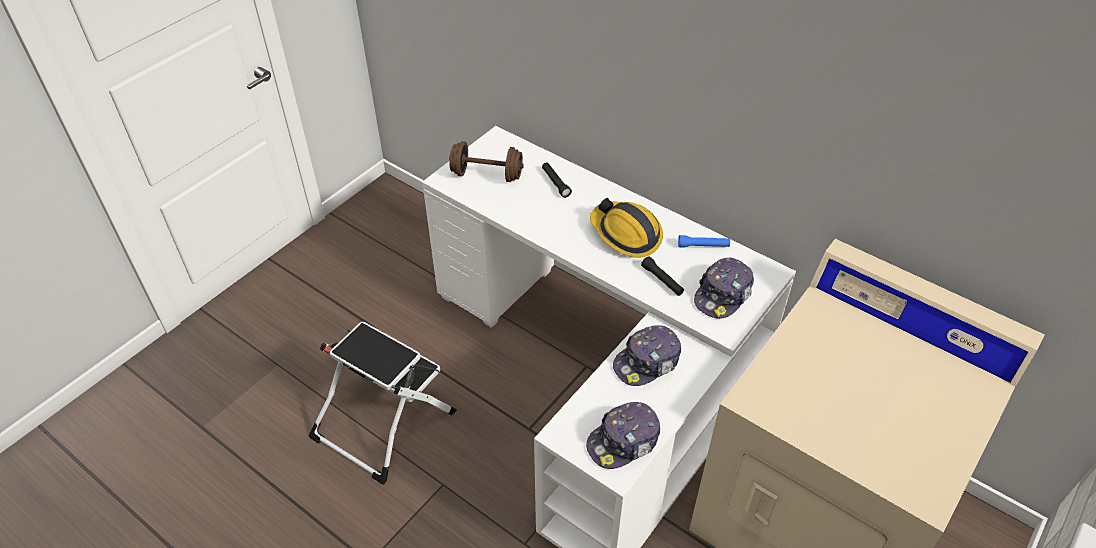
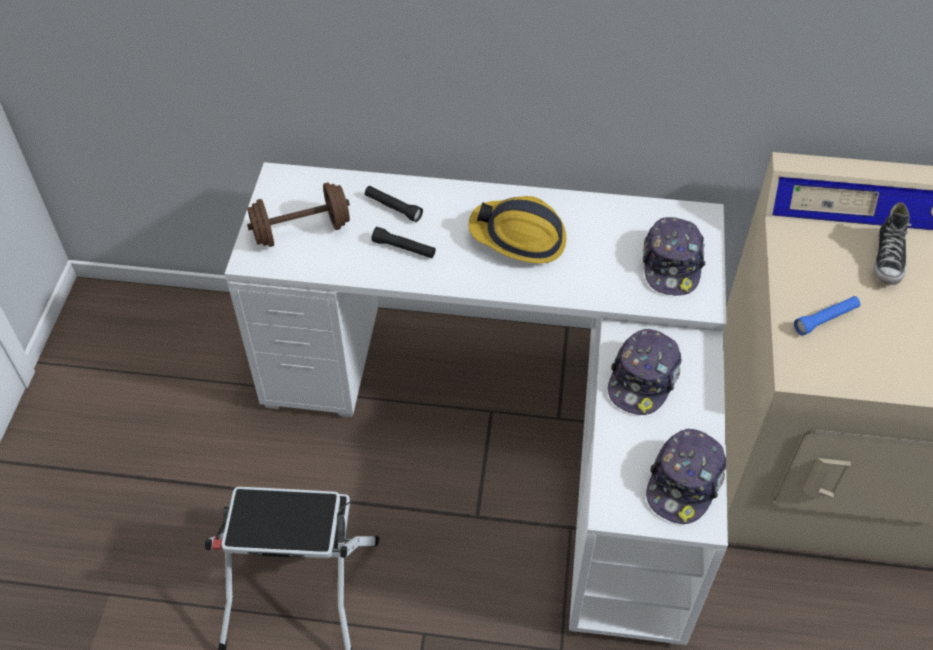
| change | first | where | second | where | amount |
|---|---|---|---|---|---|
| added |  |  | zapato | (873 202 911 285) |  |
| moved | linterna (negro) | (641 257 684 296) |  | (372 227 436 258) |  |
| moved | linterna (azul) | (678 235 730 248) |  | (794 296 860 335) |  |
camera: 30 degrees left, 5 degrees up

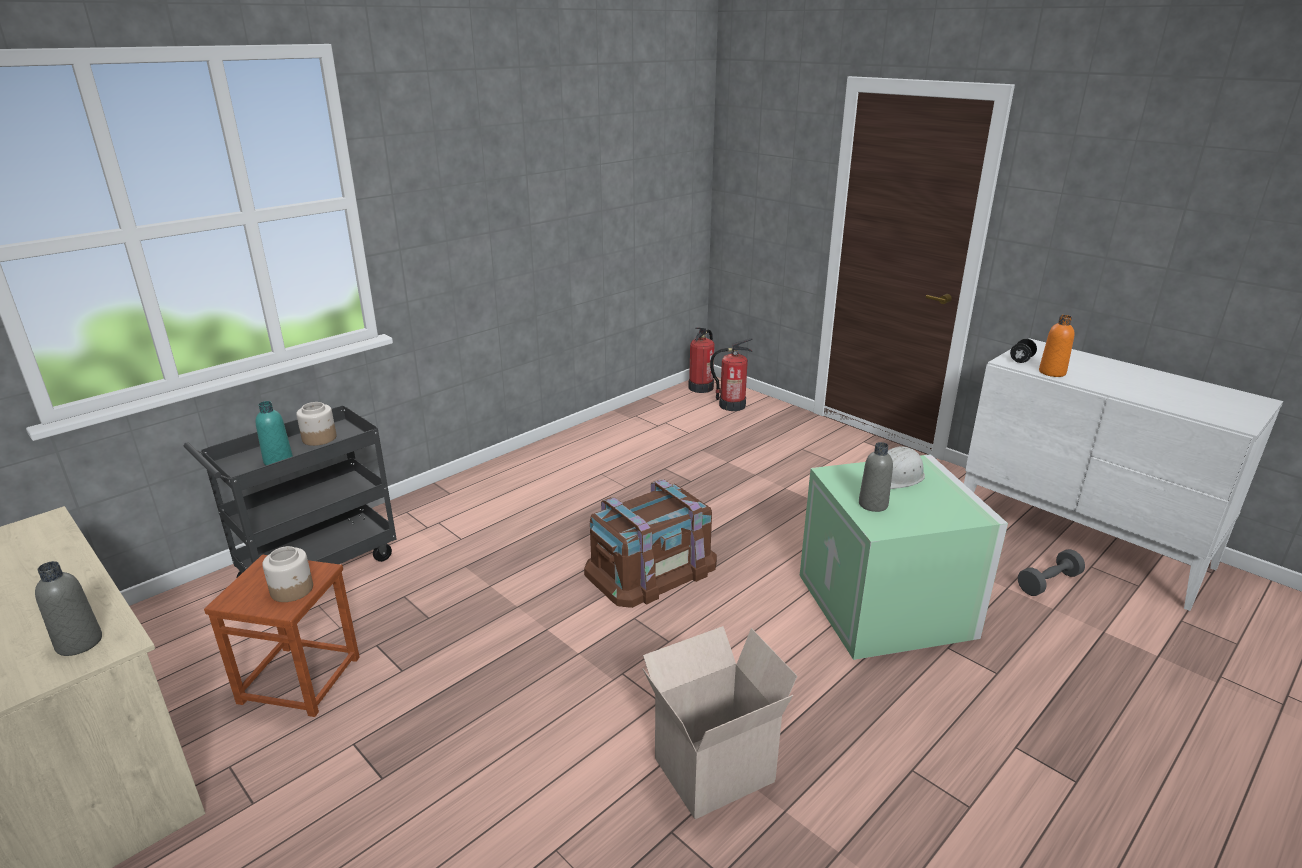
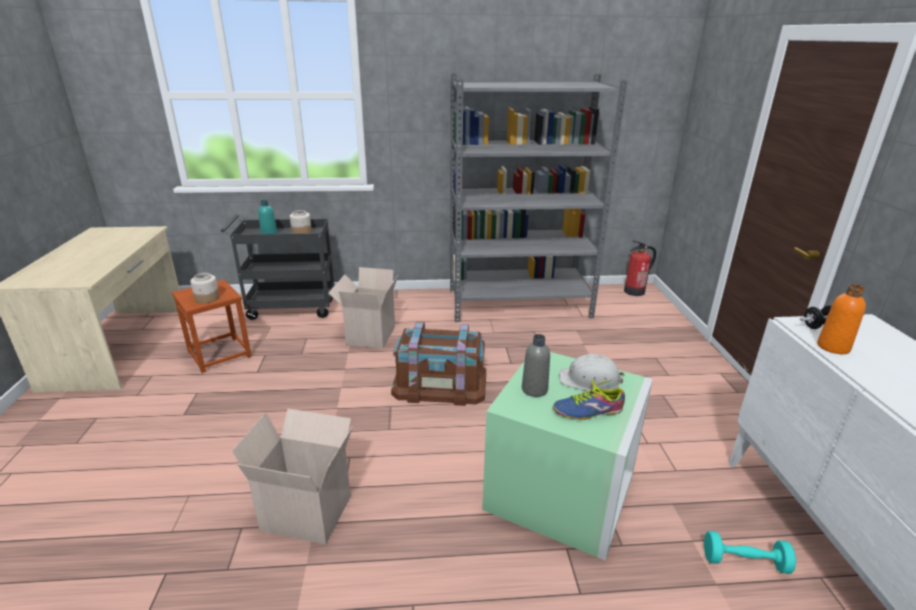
| change | first | where | second | where | amount |
|---|---|---|---|---|---|
| removed | botella (gris) | (35 561 102 656) |  |  |  |
| removed | extintor | (710 338 753 411) |  |  |  |
| added |  |  | caja de cartón | (328 267 398 348) |  |
| added |  |  | estantería (gris) | (450 73 628 322) |  |
| added |  |  | zapato | (553 380 625 420) |  |
| recoloured | mancuerna (gris) | (1018 549 1085 596) | mancuerna (turquesa) | (704 531 796 574) |  |
camera: 40 degrees right, 0 degrees up

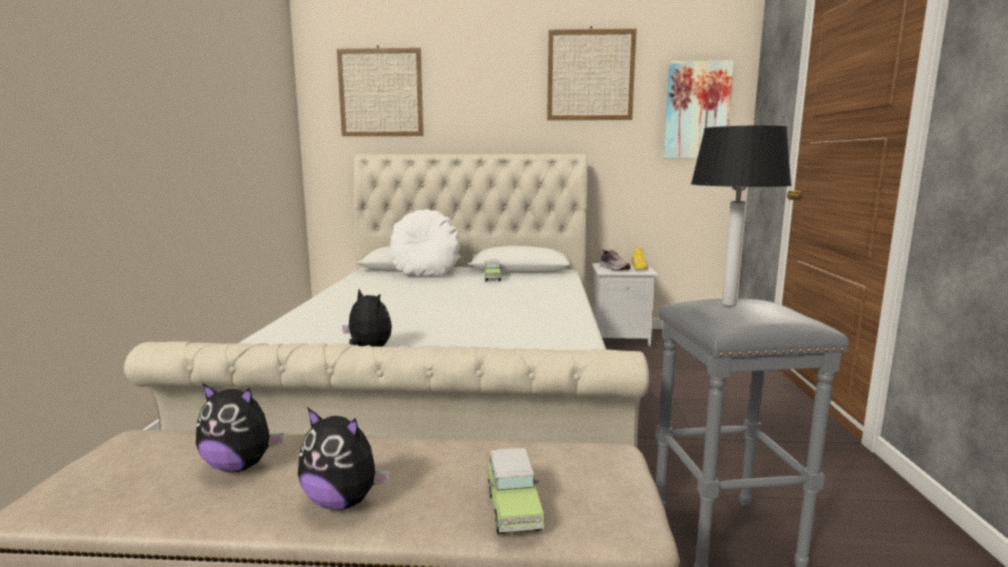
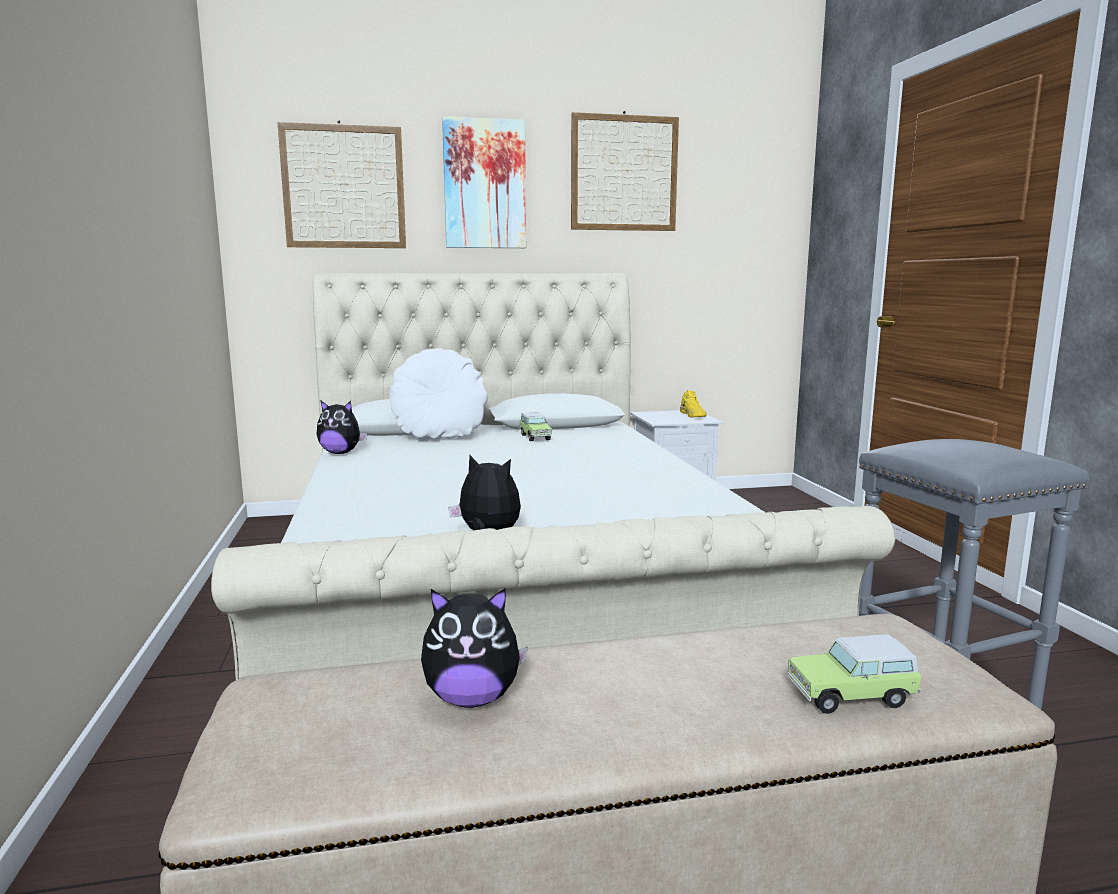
| change | first | where | second | where | amount |
|---|---|---|---|---|---|
| removed | zapato | (600 249 631 270) |  |  |  |
| removed | lámpara de mesa | (691 125 792 306) |  |  |  |
| moved | peluche | (298 407 390 510) |  | (317 401 367 454) |  |
| moved | cuadro | (663 60 734 158) |  | (442 116 526 248) |  |
| turned | coche de juguete | (486 448 545 535) |  | (787 635 922 714) | 105 degrees clockwise |
camera: 15 degrees left, 0 degrees up

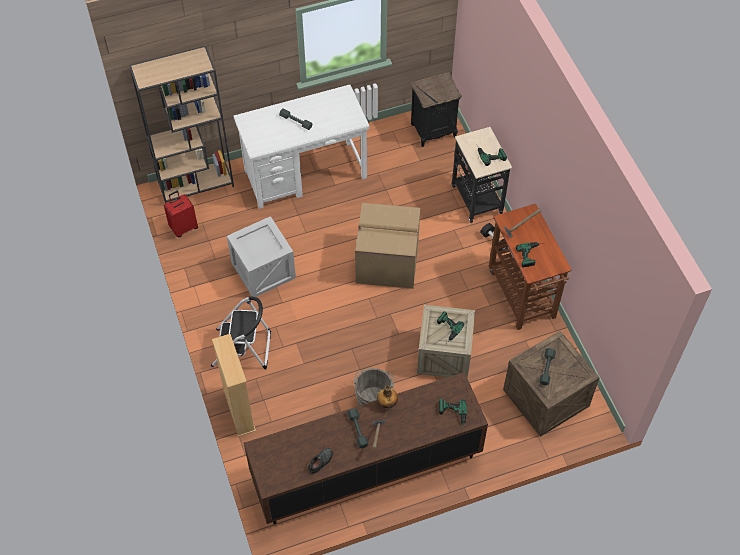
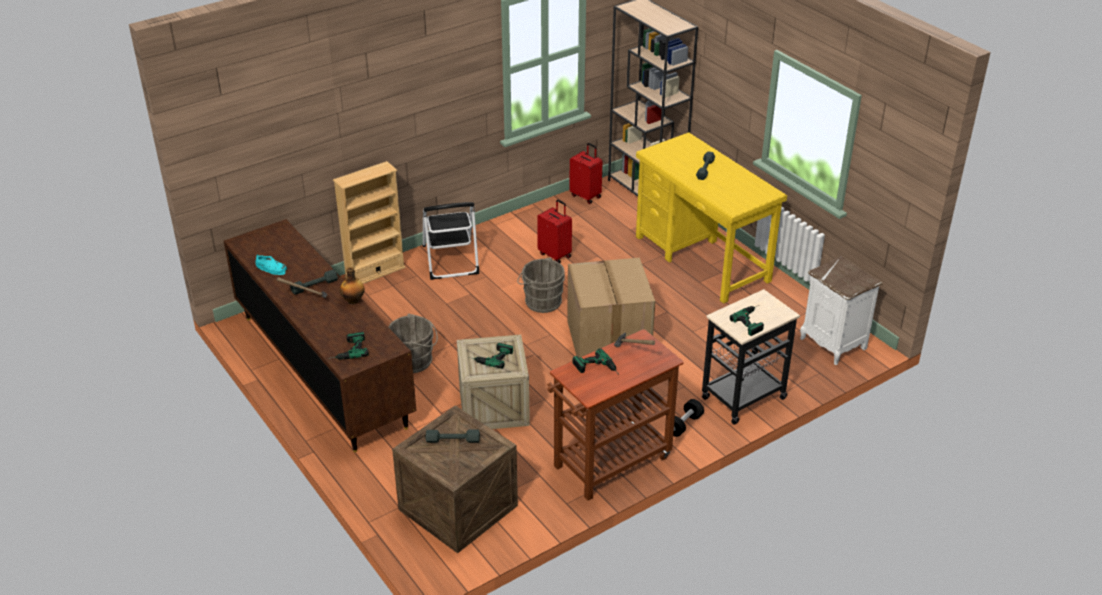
| change | first | where | second | where | amount |
|---|---|---|---|---|---|
| added |  |  | cubo (gris) | (517 258 565 313) |  |
| replaced | caja de embalaje | (227 216 296 297) | maleta (rojo) | (537 199 572 263) |  |
| recoloured | escritorio (blanco) | (234 85 369 209) | escritorio (amarillo) | (636 132 787 304) |  |
| recoloured | zapato (negro) | (308 448 333 474) | zapato (turquesa) | (255 254 287 275) |  |
| recoloured | mesita de noche (negro) | (410 72 462 147) | mesita de noche (blanco) | (800 256 882 365) |  |
camera: 75 degrees right, 20 degrees down

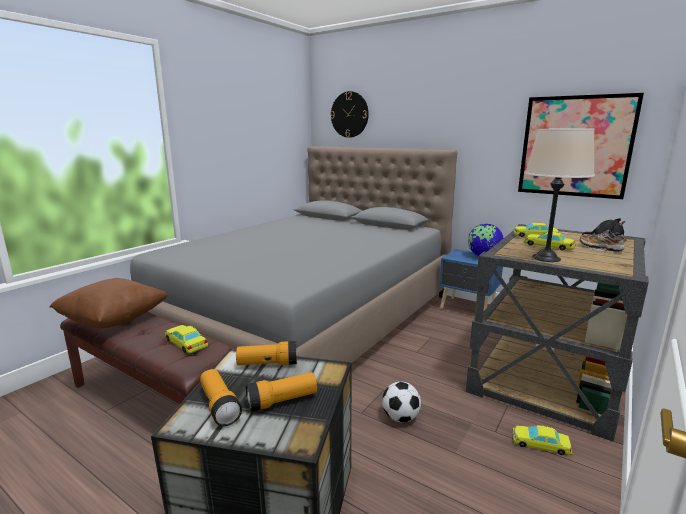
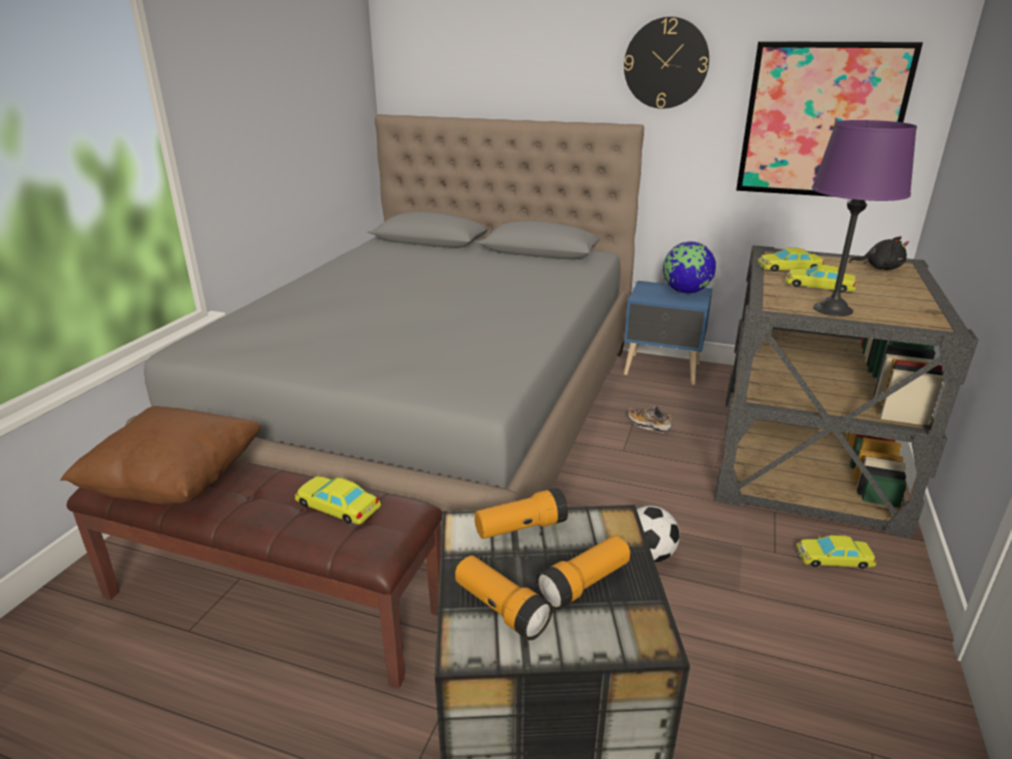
| change | first | where | second | where | amount |
|---|---|---|---|---|---|
| moved | reloj de pared | (330 91 369 138) |  | (624 17 709 109) |  |
| moved | zapato | (580 230 627 252) |  | (628 406 672 433) |  |
| recoloured | lámpara de mesa (beis) | (525 129 595 262) | lámpara de mesa (morado) | (812 120 917 316) |  |
camera: 15 degrees left, 10 degrees up

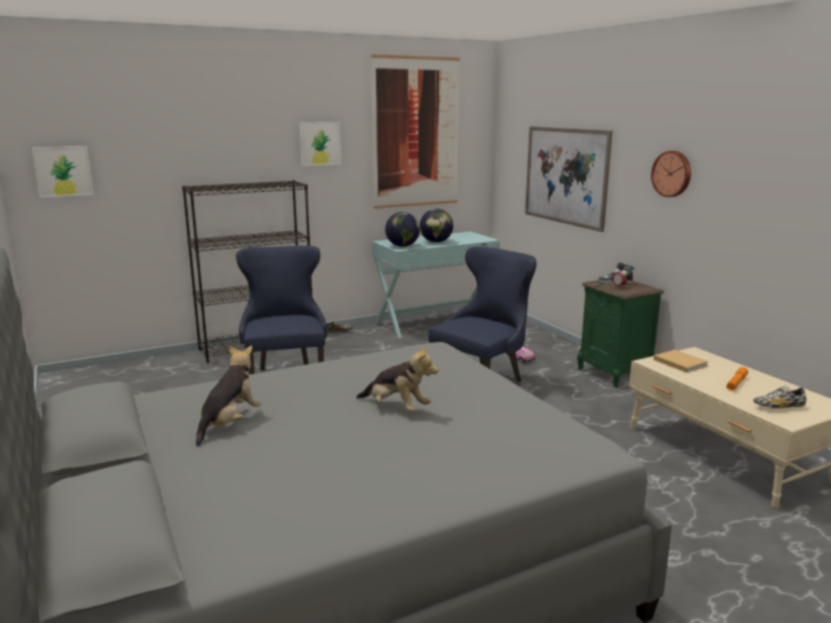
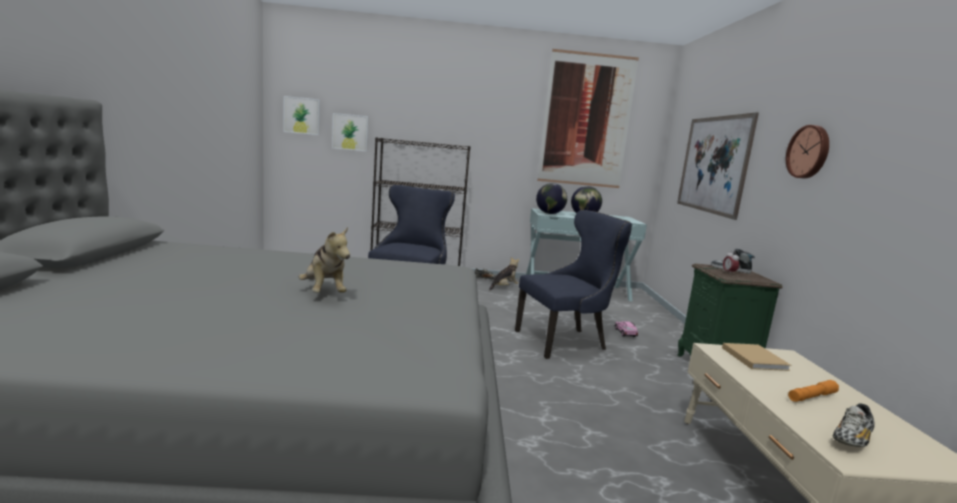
| change | first | where | second | where | amount |
|---|---|---|---|---|---|
| moved | peluche | (196 345 262 447) |  | (489 257 520 290) |  |
| moved | cuadro | (299 122 341 166) |  | (332 113 368 152) |  |
| turned | zapato | (753 386 806 408) |  | (833 403 875 447) | 60 degrees counterclockwise |
camera: 25 degrees right, 5 degrees down

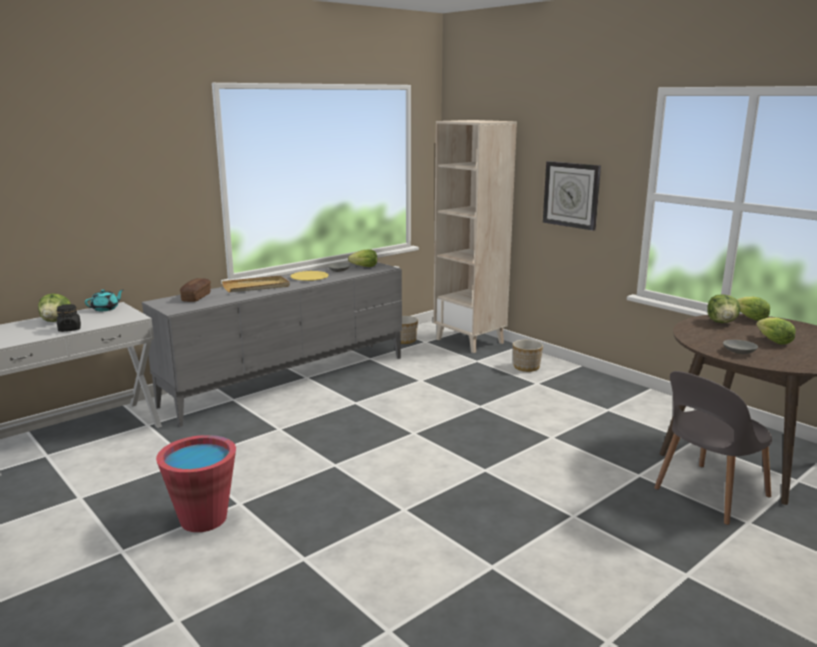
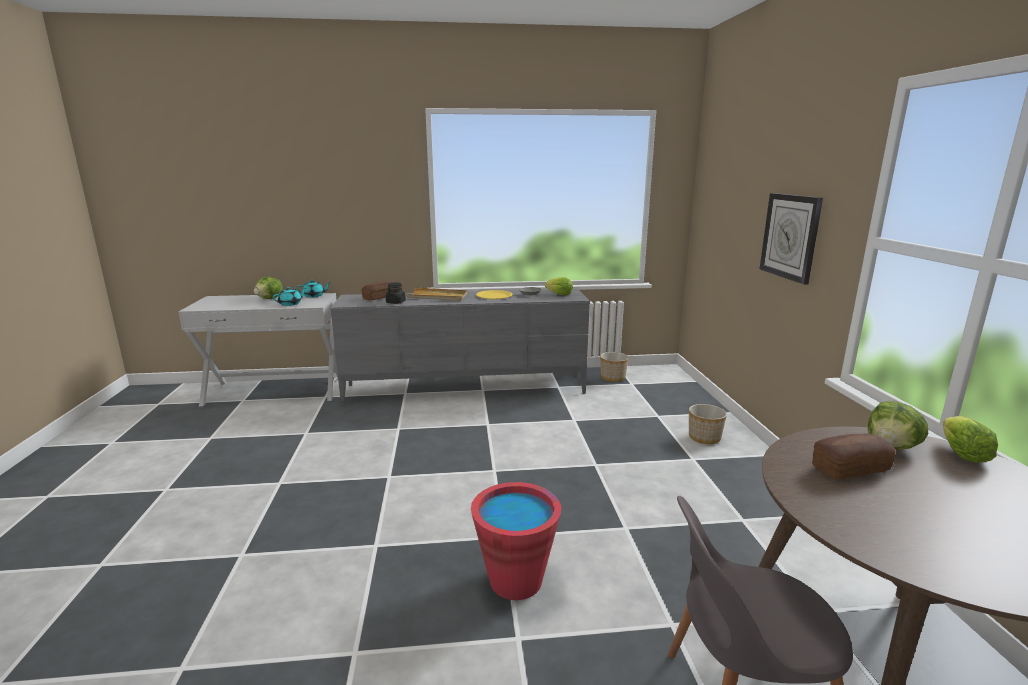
| change | first | where | second | where | amount |
|---|---|---|---|---|---|
| removed | estantería (beis) | (433 120 517 353) |  |  |  |
| removed | cuenco (gris) | (723 340 758 354) |  |  |  |
| removed | lechuga | (756 318 796 345) |  |  |  |
| added |  |  | tetera (turquesa) | (273 287 306 306) |  |
| added |  |  | pan | (812 434 896 479) |  |
| moved | tarro (negro) | (57 304 81 332) |  | (386 282 406 304) |  |
| moved | cubo (rojo) | (156 435 236 532) |  | (471 482 561 600) |  |
camera: 35 degrees right, 0 degrees up

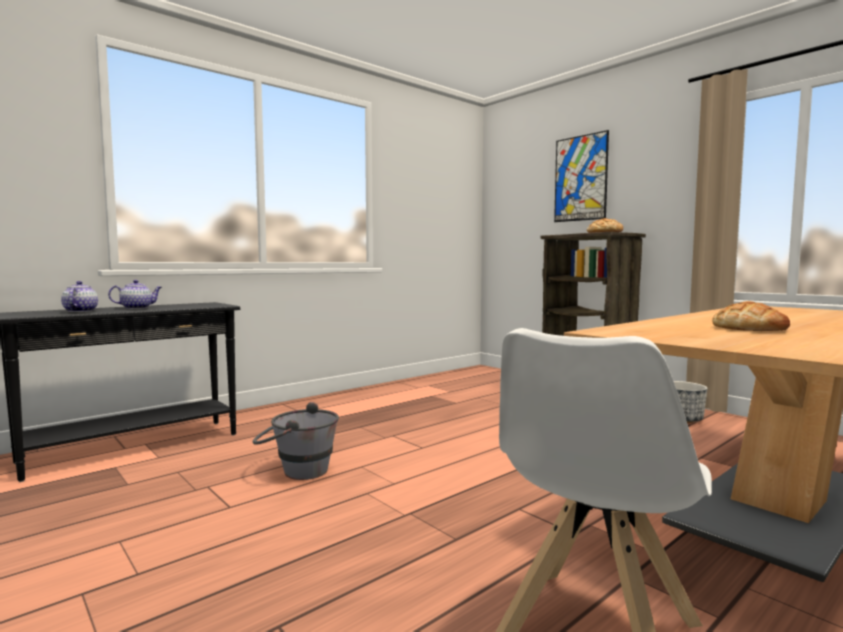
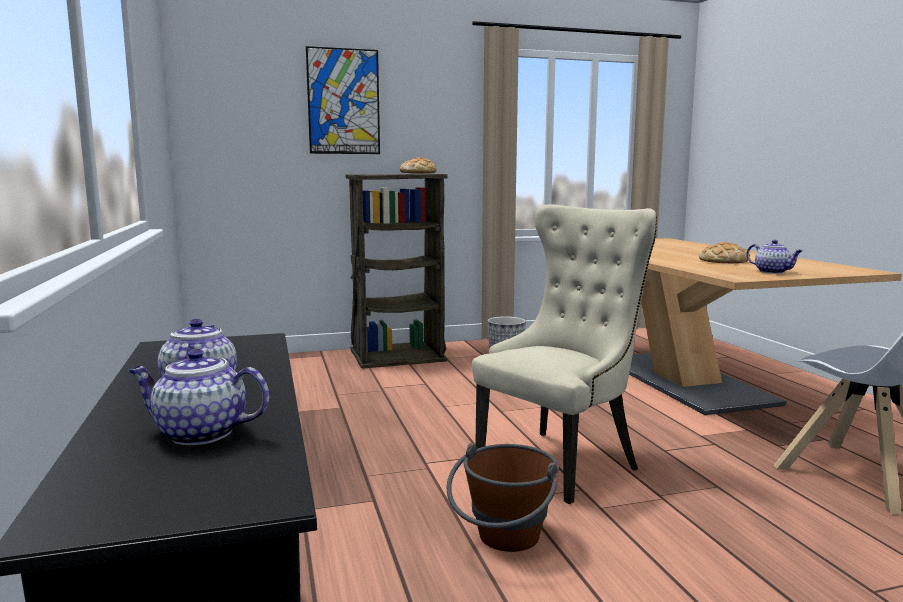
| change | first | where | second | where | amount |
|---|---|---|---|---|---|
| added |  |  | silla (beis) | (472 204 657 504) |  |
| added |  |  | tetera | (746 240 803 274) |  |
| recoloured | cubo (gris) | (253 402 339 480) | cubo (marrón) | (447 443 559 552) |  |
camera: 65 degrees left, 5 degrees up

